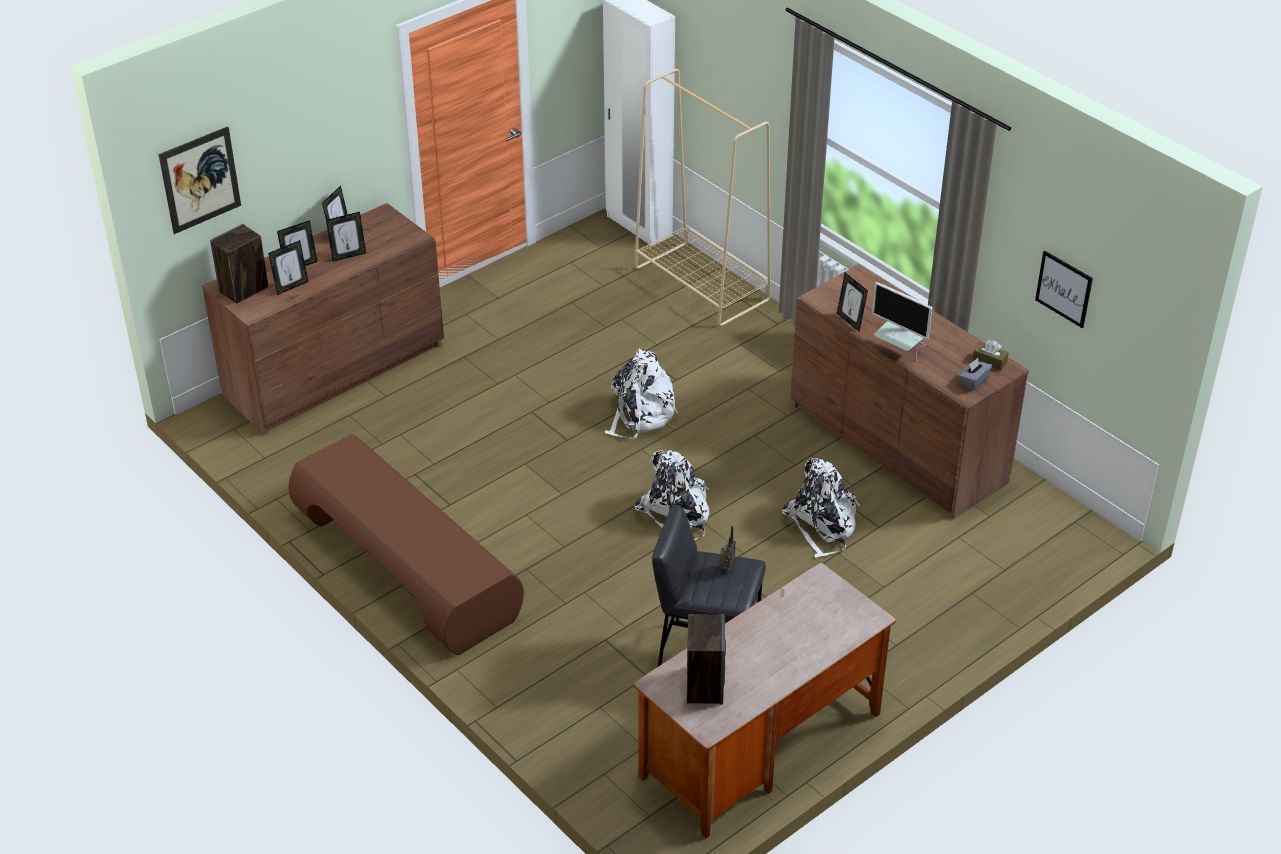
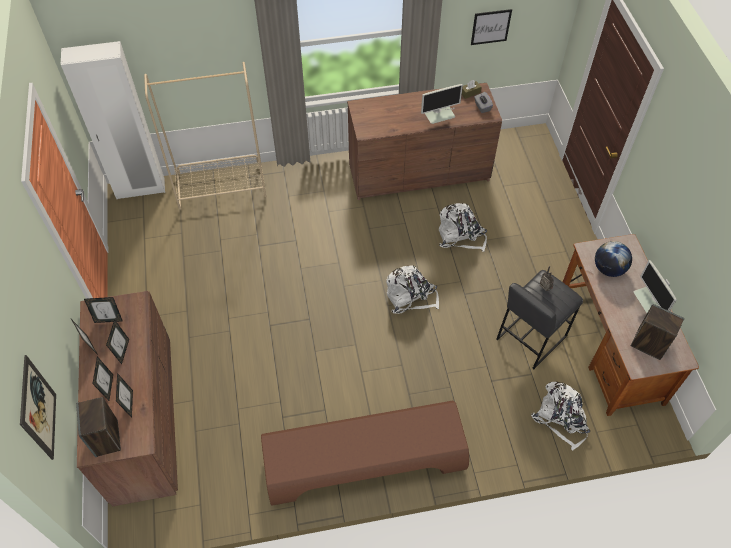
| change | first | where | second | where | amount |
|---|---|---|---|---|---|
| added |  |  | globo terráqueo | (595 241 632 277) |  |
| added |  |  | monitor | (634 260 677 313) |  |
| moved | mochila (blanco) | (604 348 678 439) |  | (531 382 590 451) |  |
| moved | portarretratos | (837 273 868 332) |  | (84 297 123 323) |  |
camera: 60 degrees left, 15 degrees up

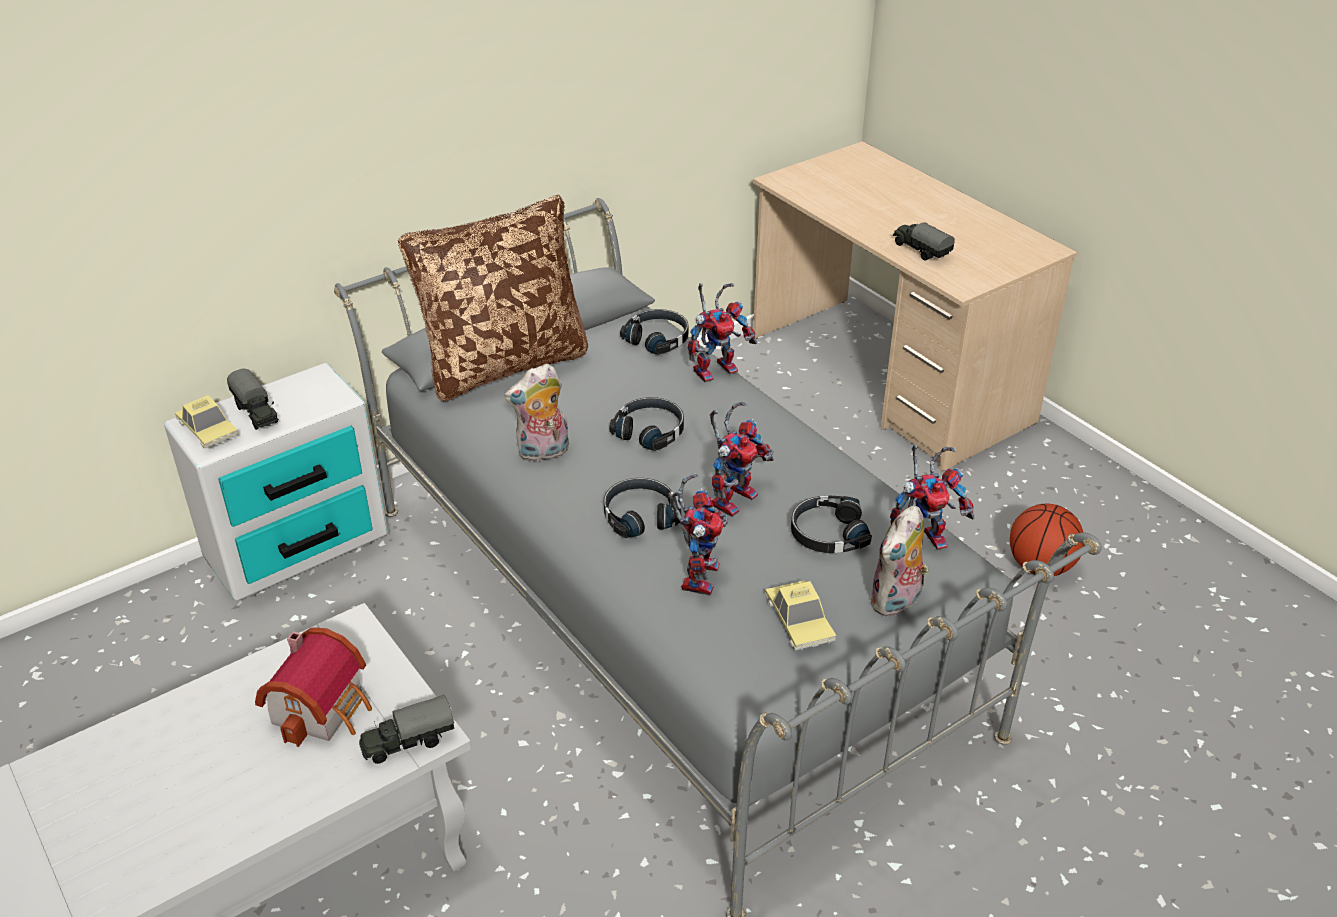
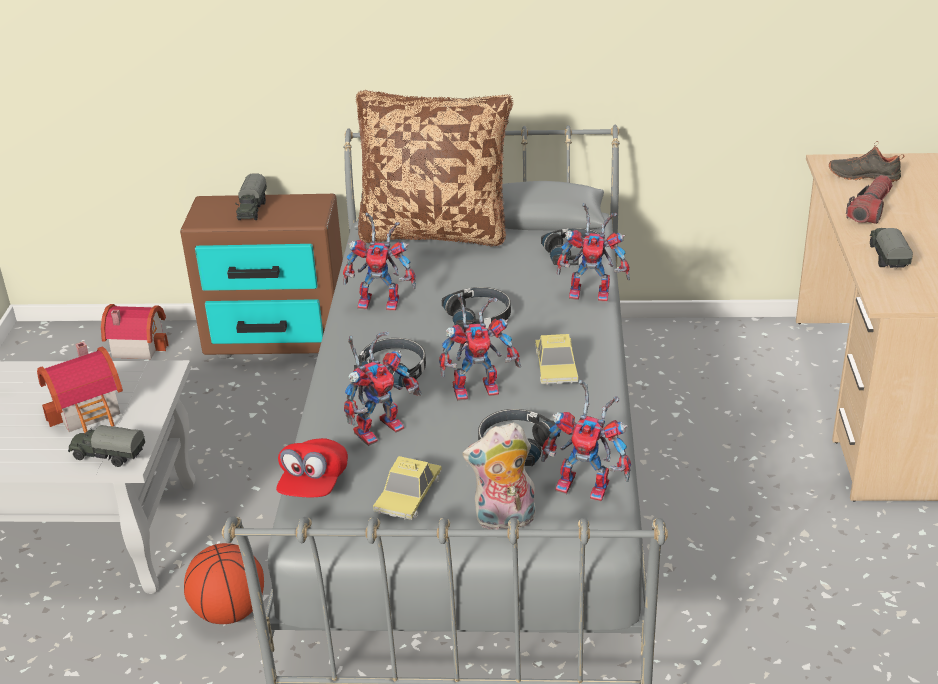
| change | first | where | second | where | amount |
|---|---|---|---|---|---|
| added |  |  | casita | (101 304 169 359) |  |
| added |  |  | gorra (rojo) | (276 438 348 498) |  |
| added |  |  | zapato (negro) | (829 141 904 182) |  |
| added |  |  | linterna | (846 175 892 224) |  |
| moved | coche de juguete | (175 395 239 448) |  | (535 334 578 384) |  |
| moved | balón de baloncesto | (1010 504 1084 576) |  | (184 543 264 624) |  |
| replaced | peluche | (504 363 569 462) | robot de juguete | (343 213 416 311) |  |
| recoloured | mesita de noche (blanco) | (164 363 388 601) | mesita de noche (marrón) | (180 194 343 359) |  |
camera: 40 degrees right, 5 degrees down

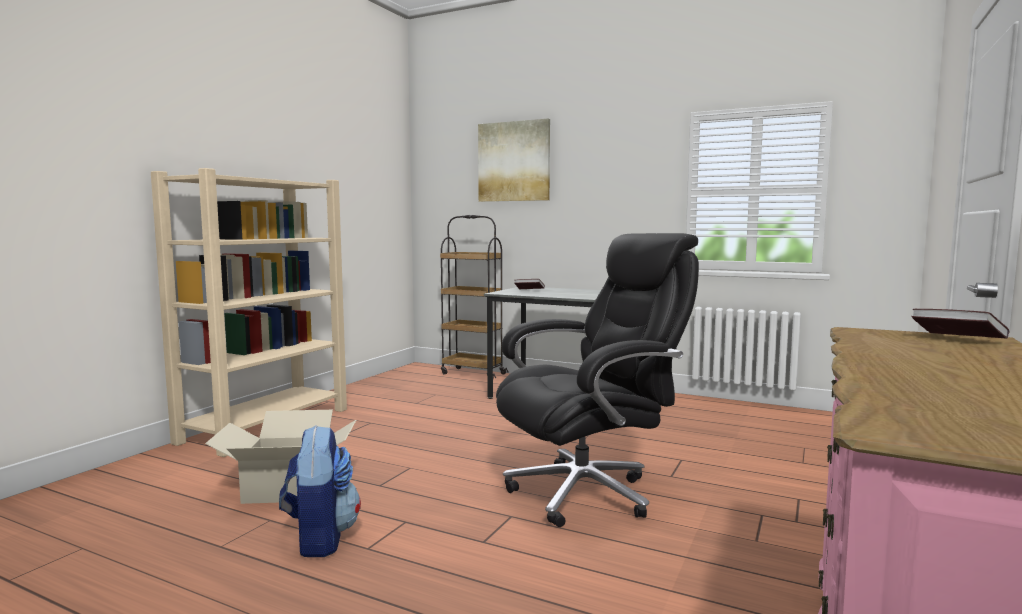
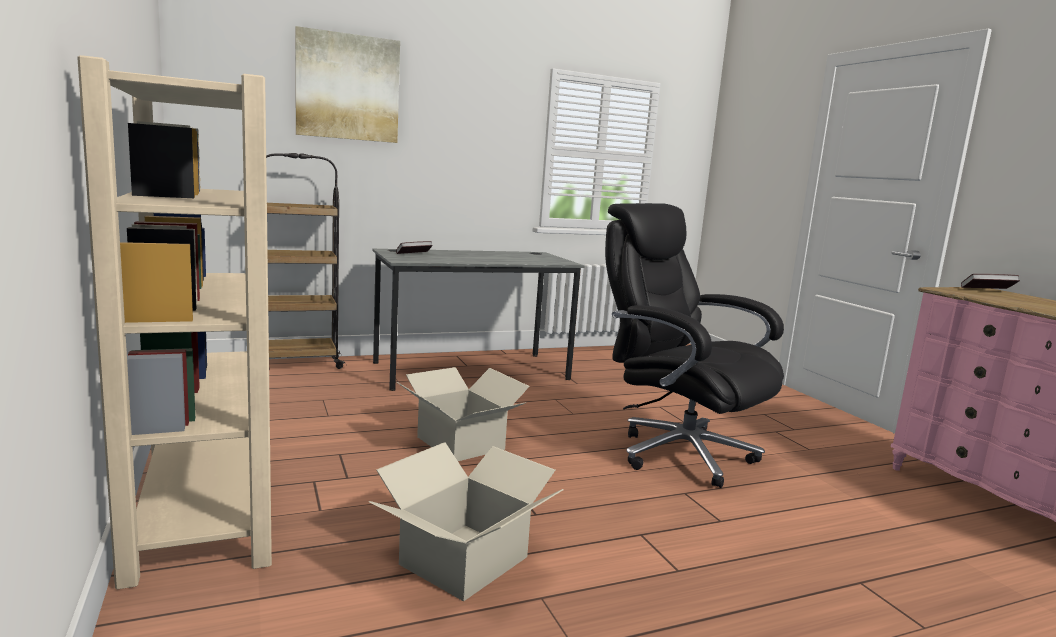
| change | first | where | second | where | amount |
|---|---|---|---|---|---|
| removed | mochila | (279 425 361 557) |  |  |  |
| added |  |  | caja de cartón | (397 367 530 461) |  |
| turned | silla de oficina (negro) | (496 233 699 527) |  | (605 203 784 488) | 60 degrees counterclockwise |
camera: 50 degrees left, 5 degrees up

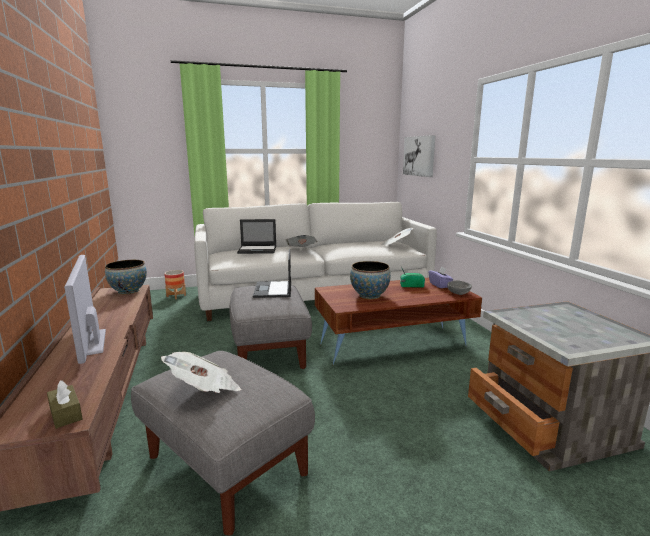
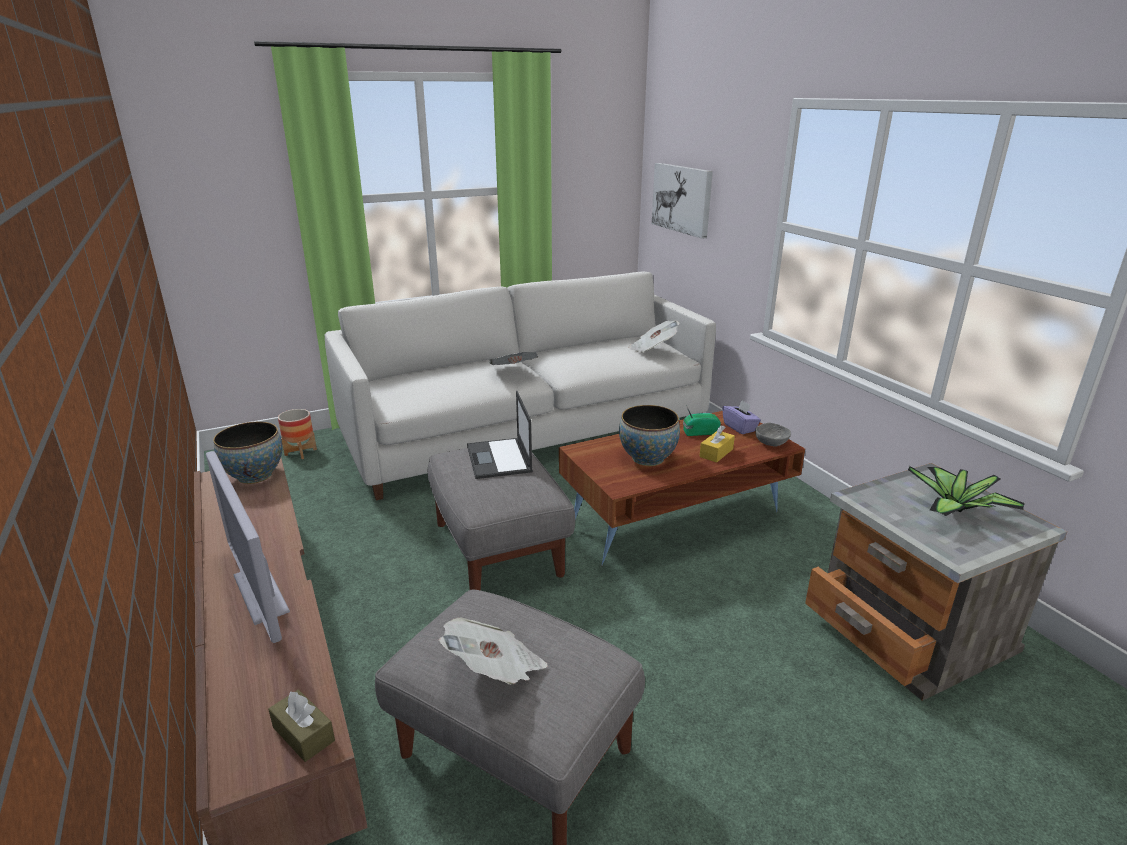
| change | first | where | second | where | amount |
|---|---|---|---|---|---|
| removed | portátil | (237 219 276 254) |  |  |  |
| added |  |  | caja de pañuelos (amarillo) | (699 425 735 463) |  |
| added |  |  | planta en maceta | (908 466 1025 516) |  |
camera: 10 degrees left, 10 degrees up

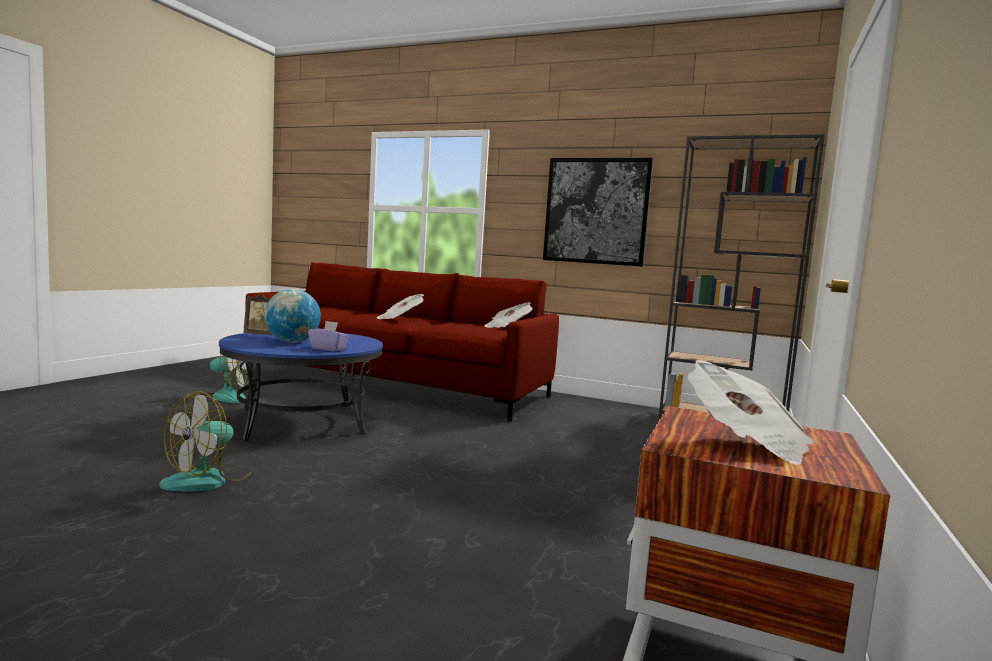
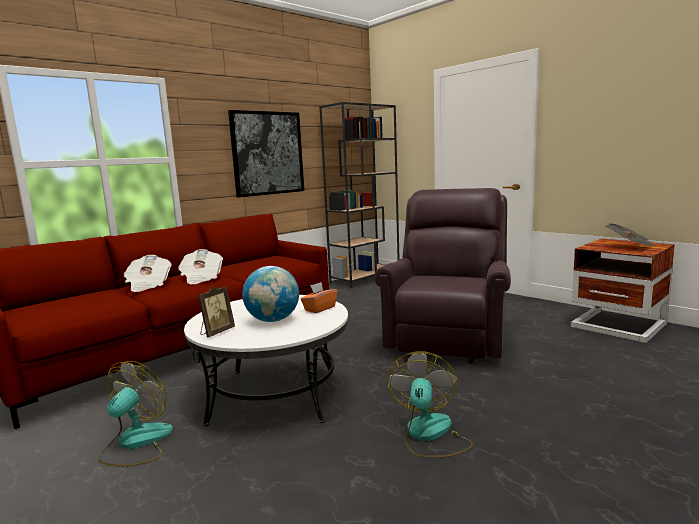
| change | first | where | second | where | amount |
|---|---|---|---|---|---|
| added |  |  | sillón (marrón) | (375 188 511 363) |  |
| moved | periódico | (484 302 533 328) |  | (124 255 172 292) |  |
| recoloured | mesa de centro (azul) | (219 333 383 441) | mesa de centro (blanco) | (184 295 348 426) |  |
| recoloured | caja de pañuelos (morado) | (308 321 350 352) | caja de pañuelos (naranja) | (301 282 337 313) |  |
| turned | ventilador | (160 391 251 491) |  | (387 351 473 458) | 135 degrees counterclockwise |
camera: 65 degrees left, 5 degrees up

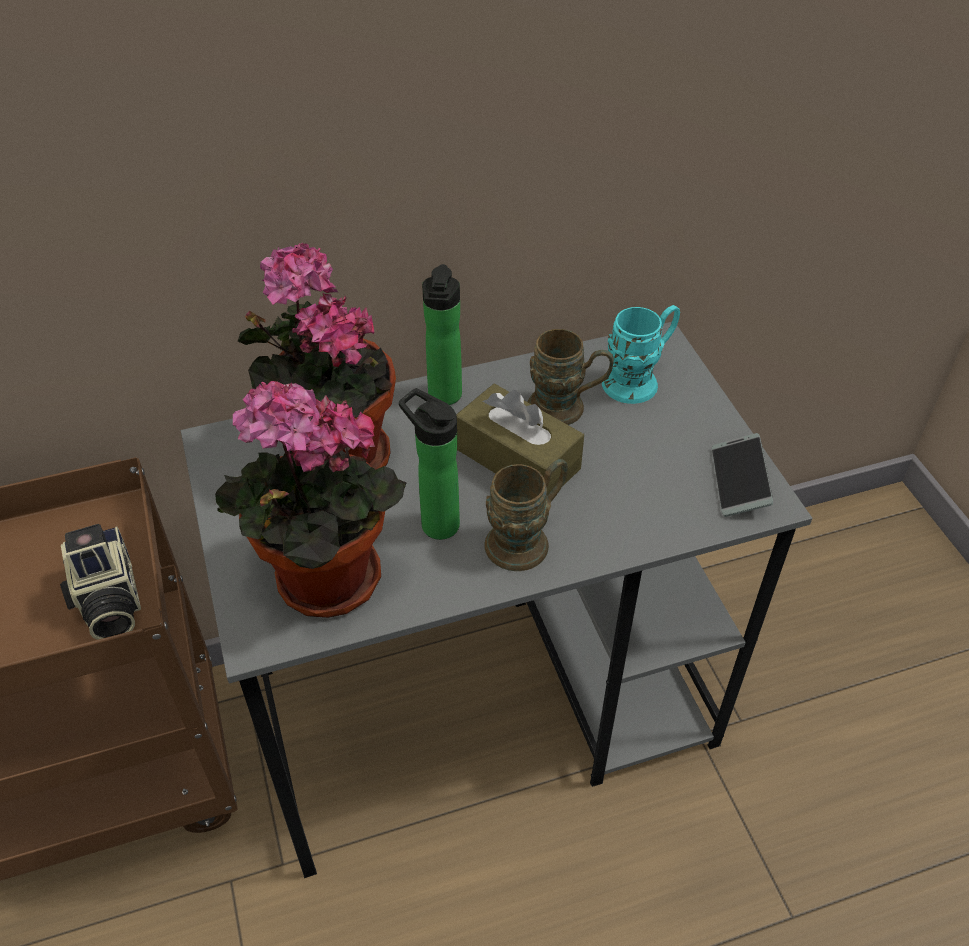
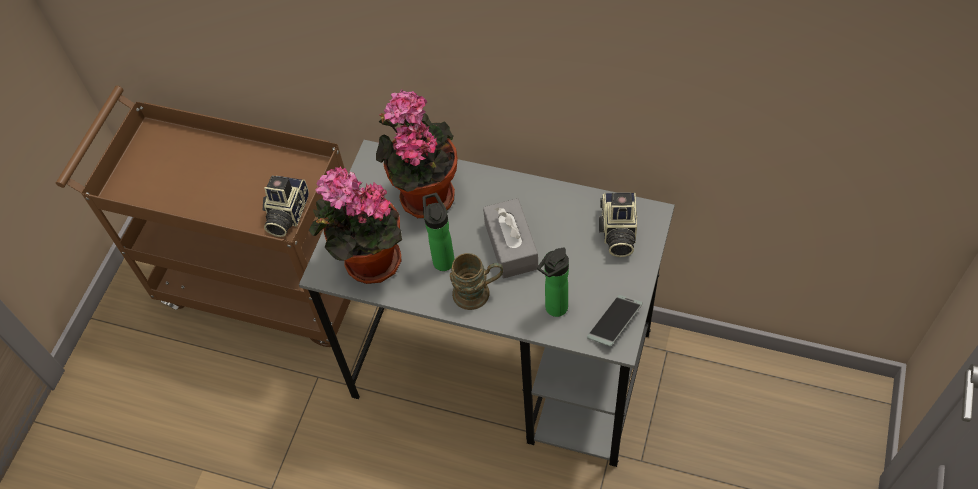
| change | first | where | second | where | amount |
|---|---|---|---|---|---|
| removed | taza grande (marrón) | (528 329 614 425) |  |  |  |
| moved | botella | (422 264 462 405) |  | (537 248 569 317) |  |
| replaced | taza grande (turquesa) | (602 305 680 404) | cámara | (599 192 637 257) |  |
| recoloured | caja de pañuelos (marrón) | (456 384 584 495) | caja de pañuelos (gris) | (483 198 538 278) |  |
camera: 40 degrees right, 10 degrees up

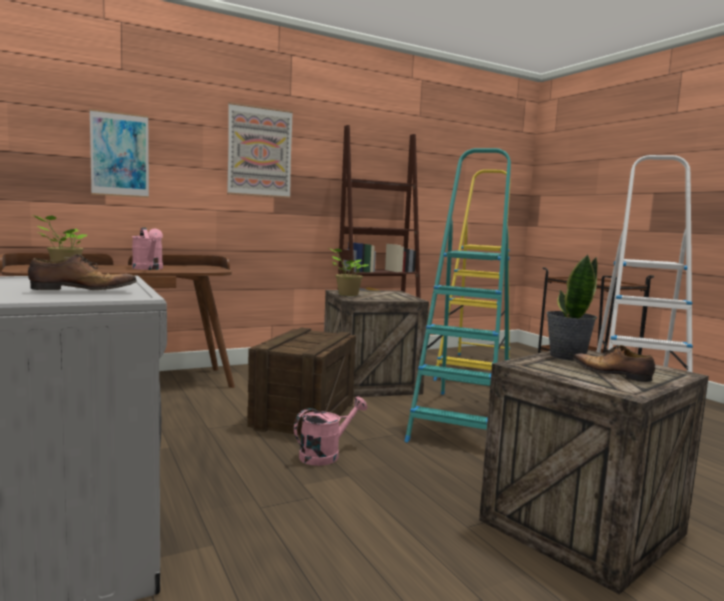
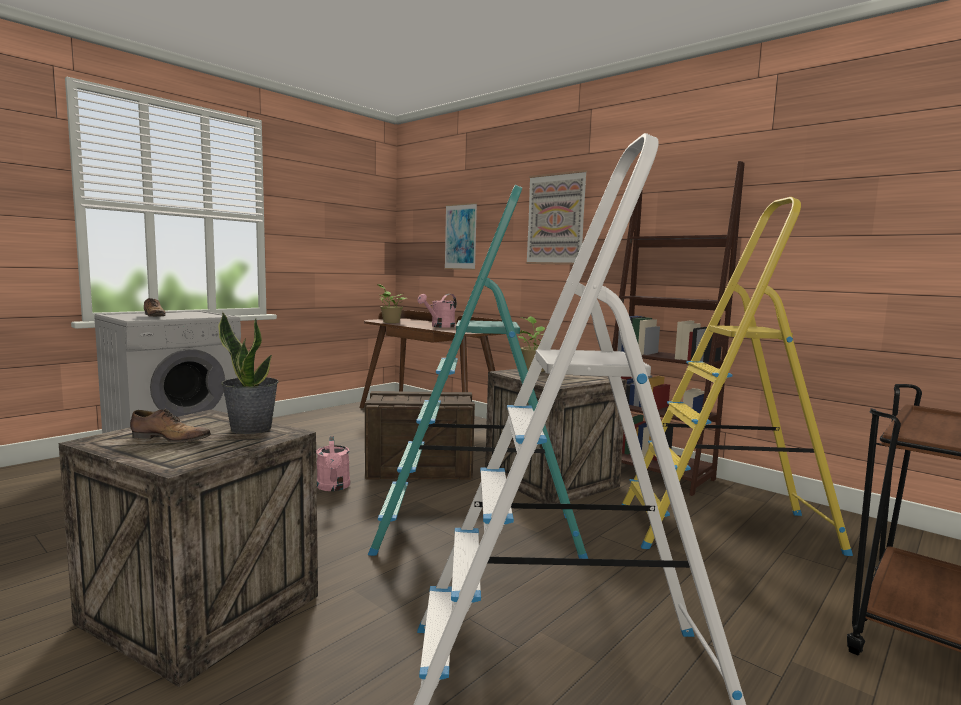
| change | first | where | second | where | amount |
|---|---|---|---|---|---|
| turned | regadera (rosa) | (294 397 367 466) |  | (316 436 350 491) | 45 degrees clockwise |
| turned | zapato | (573 345 655 382) |  | (130 409 211 443) | 75 degrees clockwise |
camera: 70 degrees right, 0 degrees up

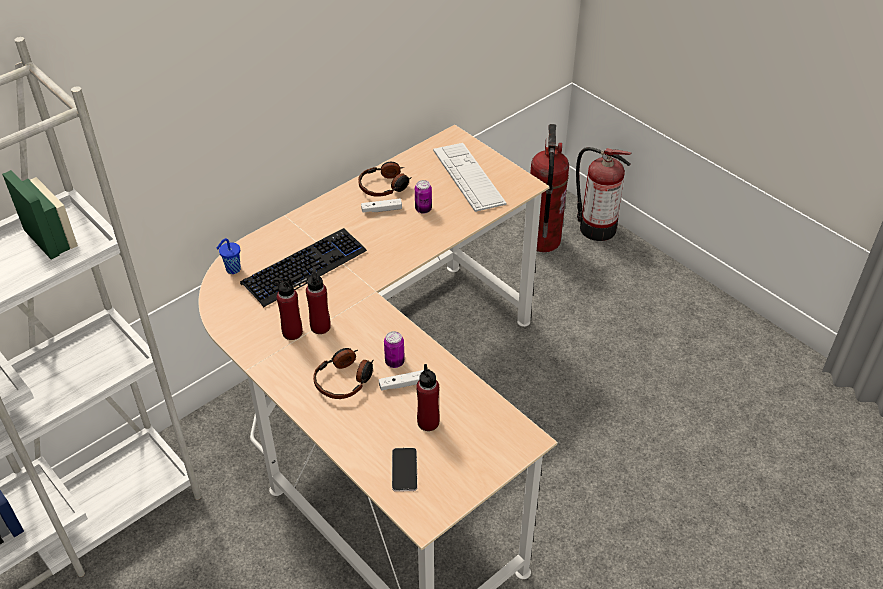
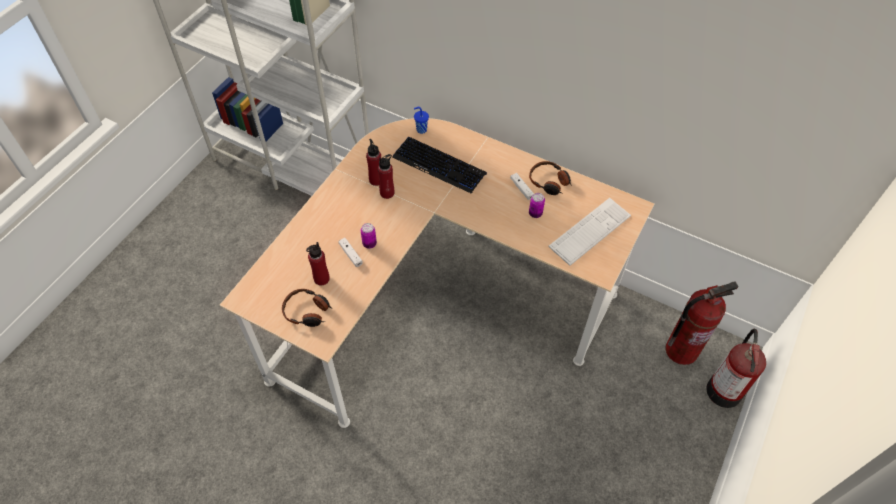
| change | first | where | second | where | amount |
|---|---|---|---|---|---|
| removed | móvil | (392 448 418 492) |  |  |  |
| moved | auriculares | (313 348 373 399) |  | (282 289 332 327) |  |
camera: 70 degrees right, 10 degrees up

